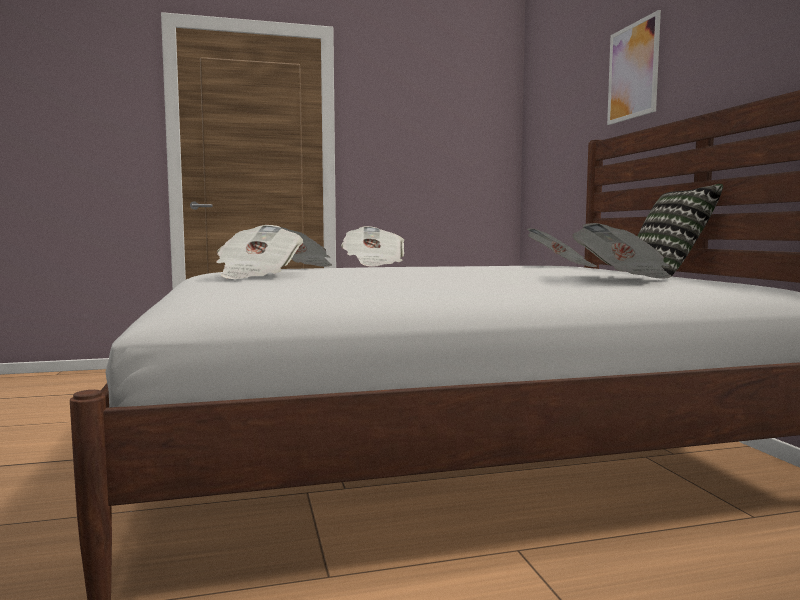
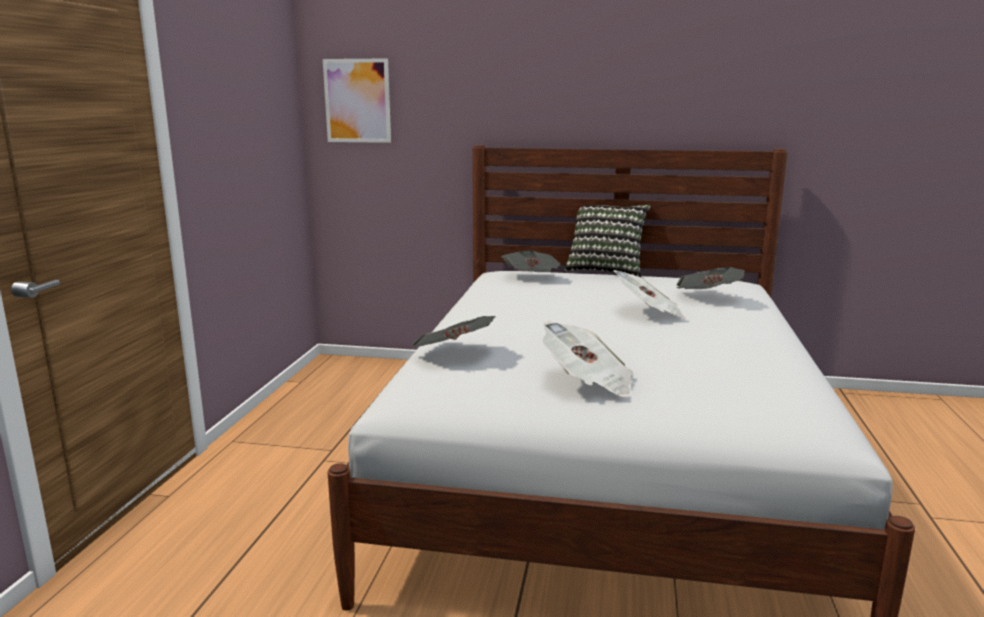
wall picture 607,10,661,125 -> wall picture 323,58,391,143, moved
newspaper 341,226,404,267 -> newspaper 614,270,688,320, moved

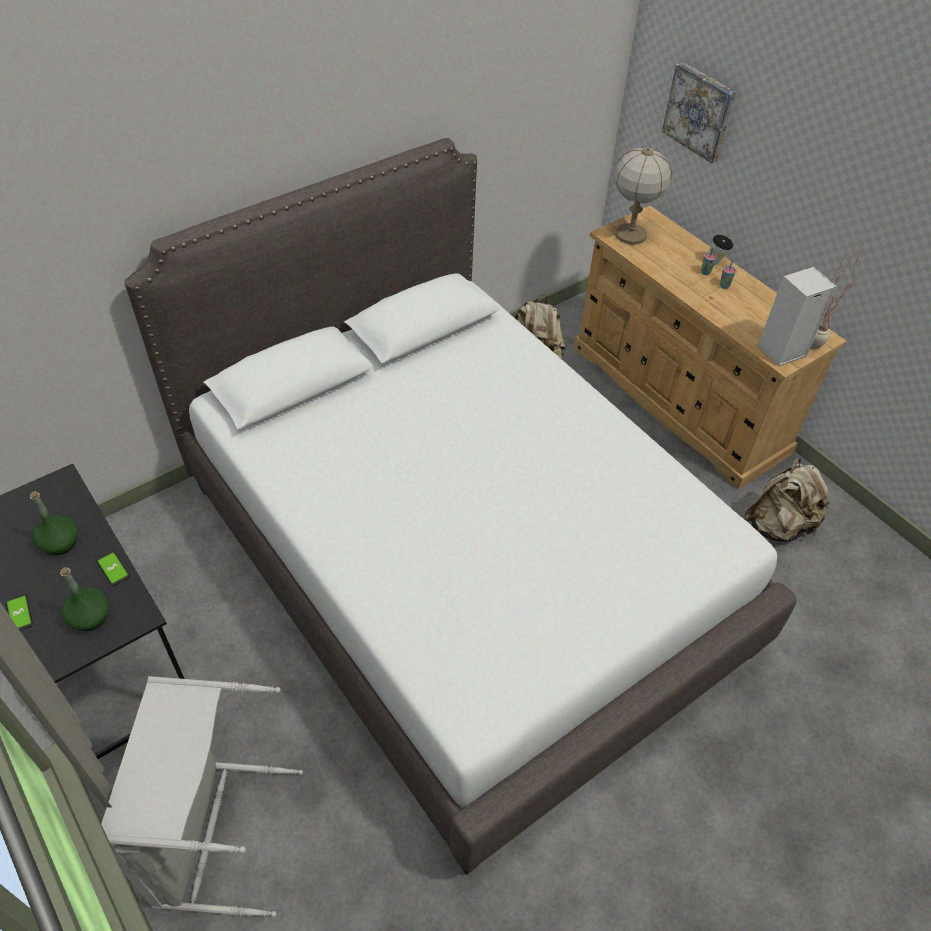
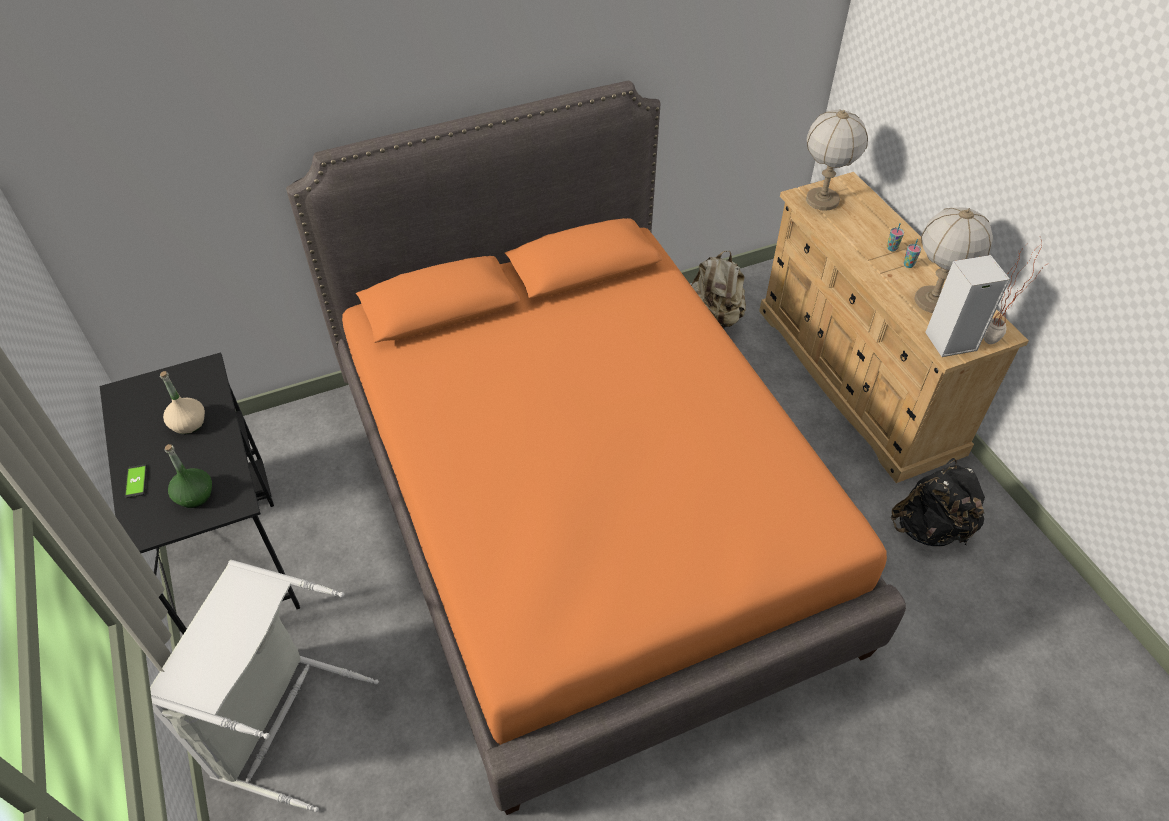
beverage bottle (greenish) 30,491,78,556 -> beverage bottle (beige) 160,371,205,435
sleeping bed (white-coloured) 124,138,796,875 -> sleeping bed (orange) 286,81,906,815
rucksack (beige) 744,458,831,542 -> rucksack (black-coloured) 891,458,986,546
none -> lamp for a table 914,207,993,313
telephone 96,551,130,586 -> none
wall picture 662,62,736,163 -> none
small cup 708,235,733,265 -> none

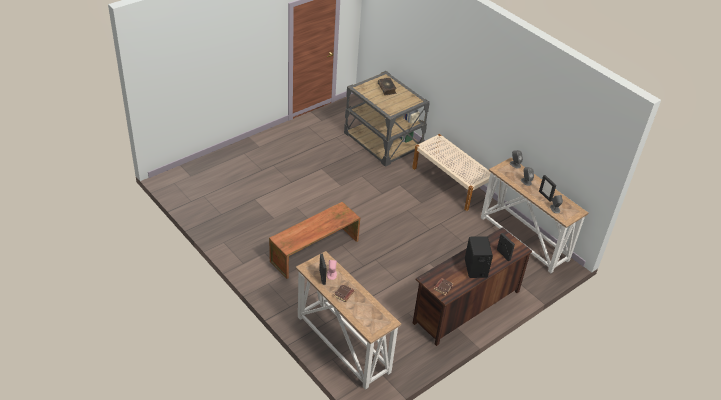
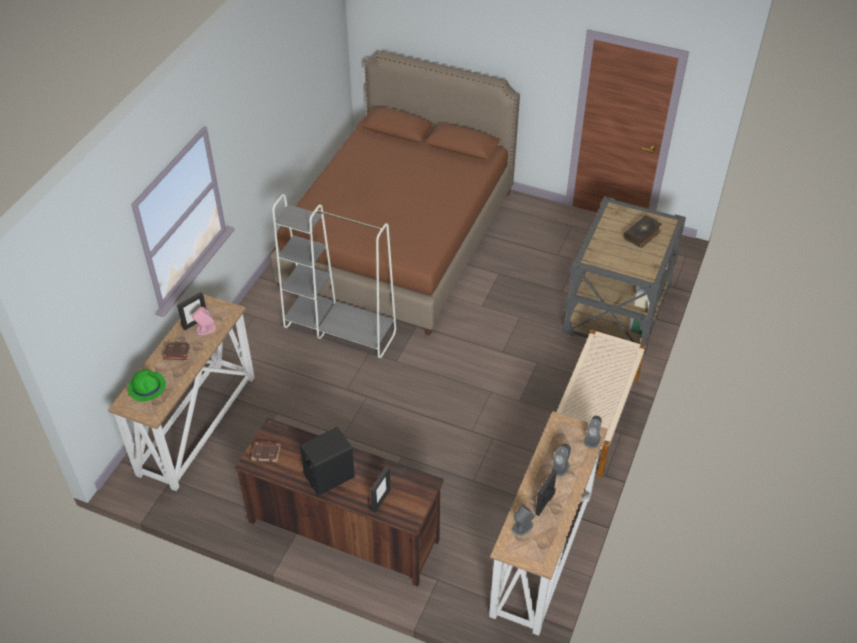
none -> wearable hat (greenish) 128,369,166,402
none -> sleeping bed (brown) 270,51,520,336
indoor bench (brown) 269,202,360,279 -> clothes rack (greyish) 272,194,396,358

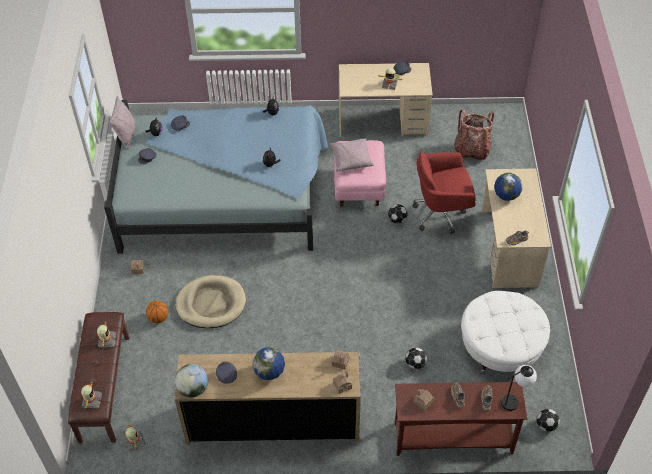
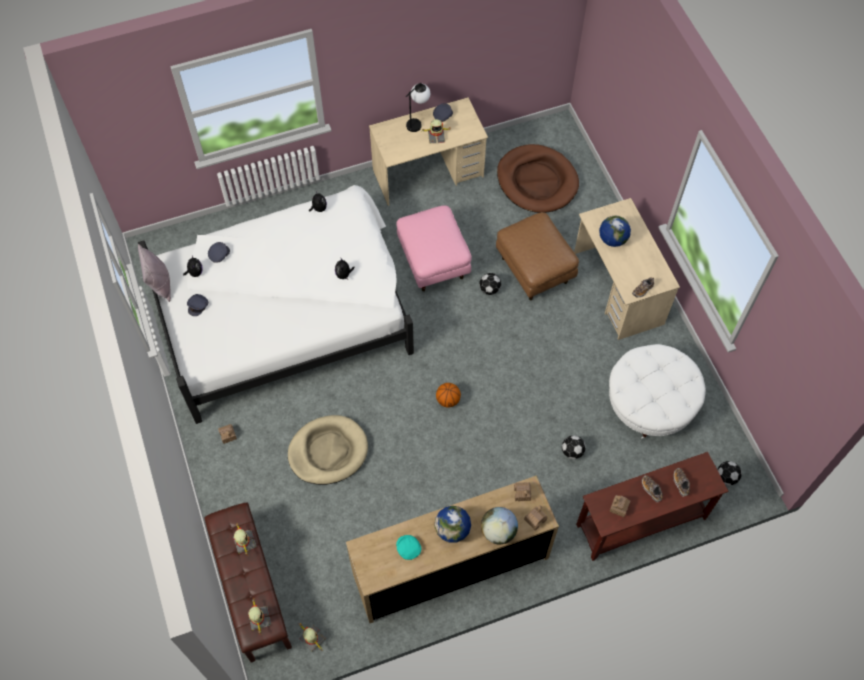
sleeping bed (blue) 104,100,328,254 -> sleeping bed (white-coloured) 138,185,414,424
peaked cap (greyish) 216,362,237,384 -> peaked cap (turquoise-coloured) 396,535,422,560
lamp for a table 501,365,537,411 -> lamp for a table 406,82,430,132, moved
basketball ball 146,301,168,323 -> basketball ball 436,383,461,408, moved
globe 175,364,208,397 -> globe 481,507,518,545, moved
computer chair (reddish) 412,151,476,234 -> ottoman (brown) 496,212,579,300
rucksack 454,109,494,160 -> pet bed (brown) 497,144,579,213
pillow (purple-coloured) 330,138,374,172 -> none

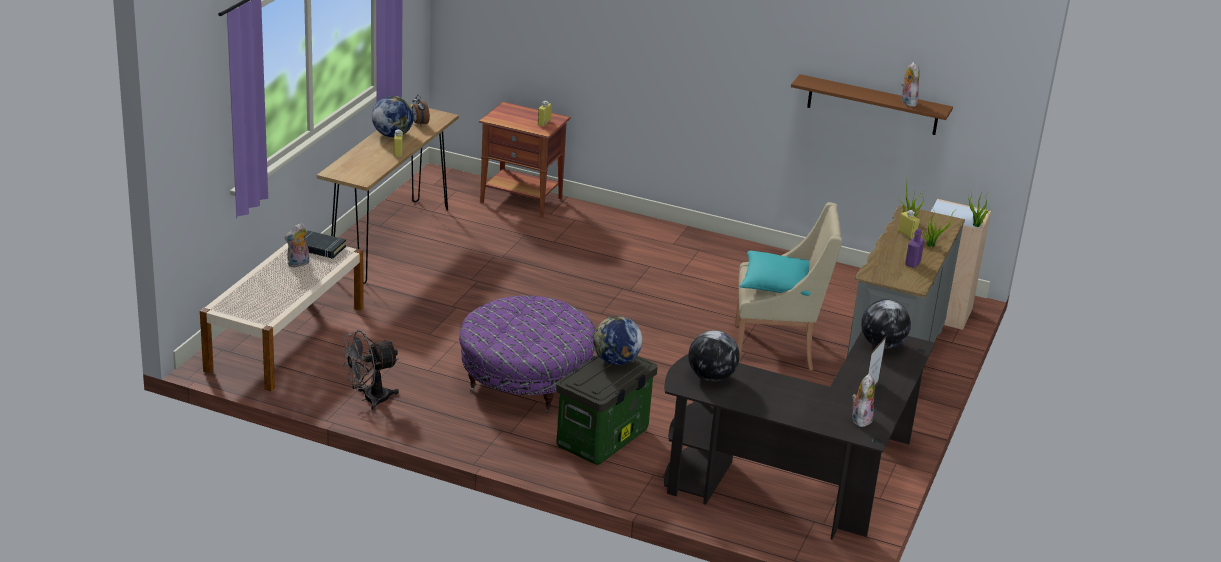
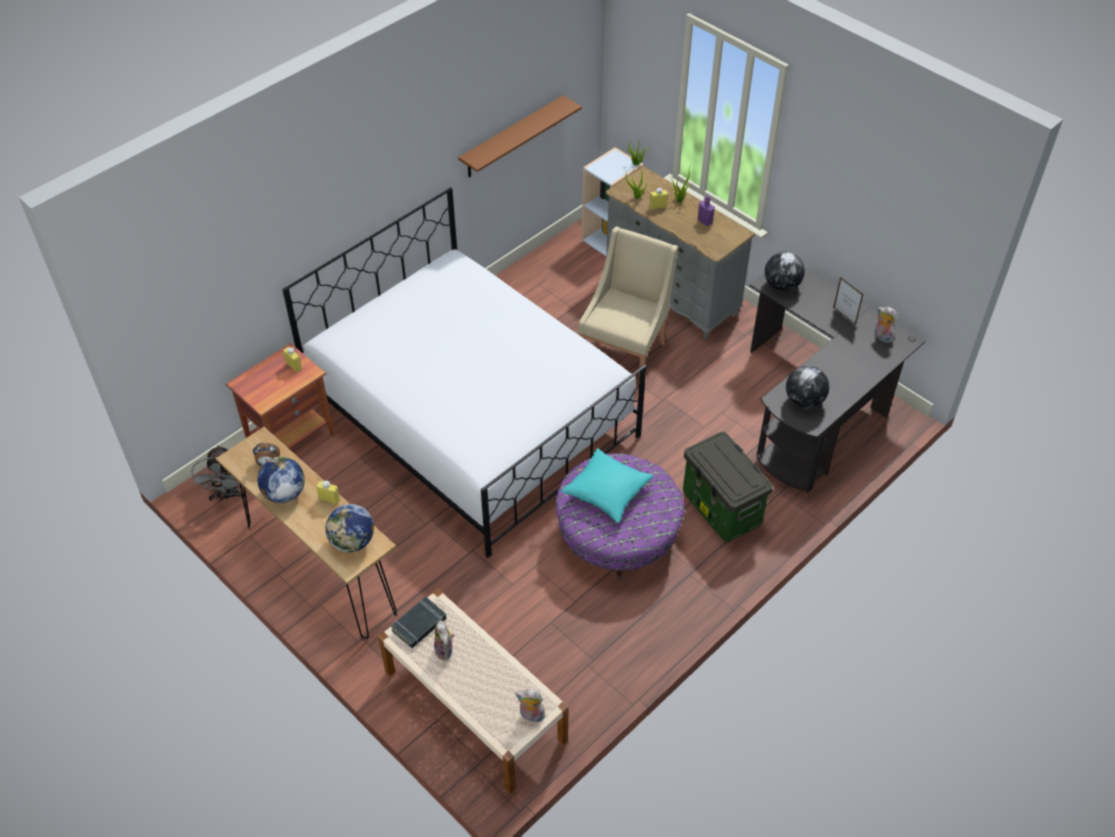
electric fan (greyish) 341,330,399,411 -> electric fan (greyish) 191,445,245,501, moved
none -> sleeping bed (white-coloured) 282,187,646,558
globe 593,316,642,365 -> globe 325,504,374,552, moved
cuddly toy 901,62,919,107 -> cuddly toy 515,689,545,722, moved
pillow (turquoise-coloured) 739,251,811,296 -> pillow (turquoise-coloured) 561,448,653,523, moved

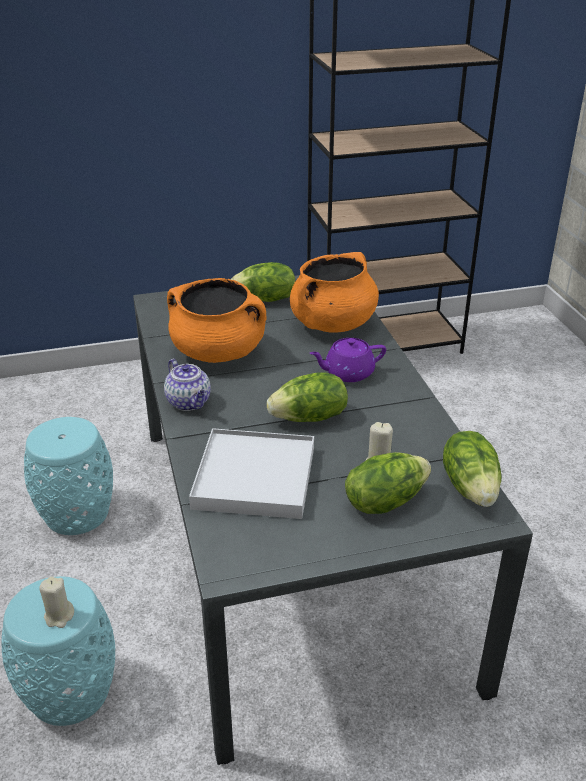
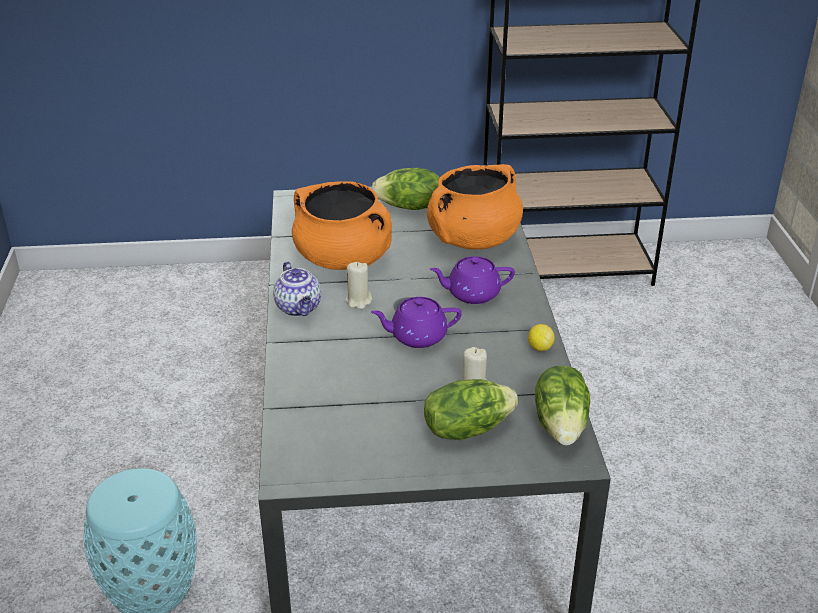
candle (beige) 40,576,74,628 -> candle (beige) 345,262,372,309, moved
lettuce head 267,372,348,422 -> tea pot (purple-coloured) 371,297,462,348
none -> lemon 528,324,555,351
stool seat (turquoise-coloured) 24,417,113,535 -> none
serving tray (white-coloured) 189,428,314,519 -> none

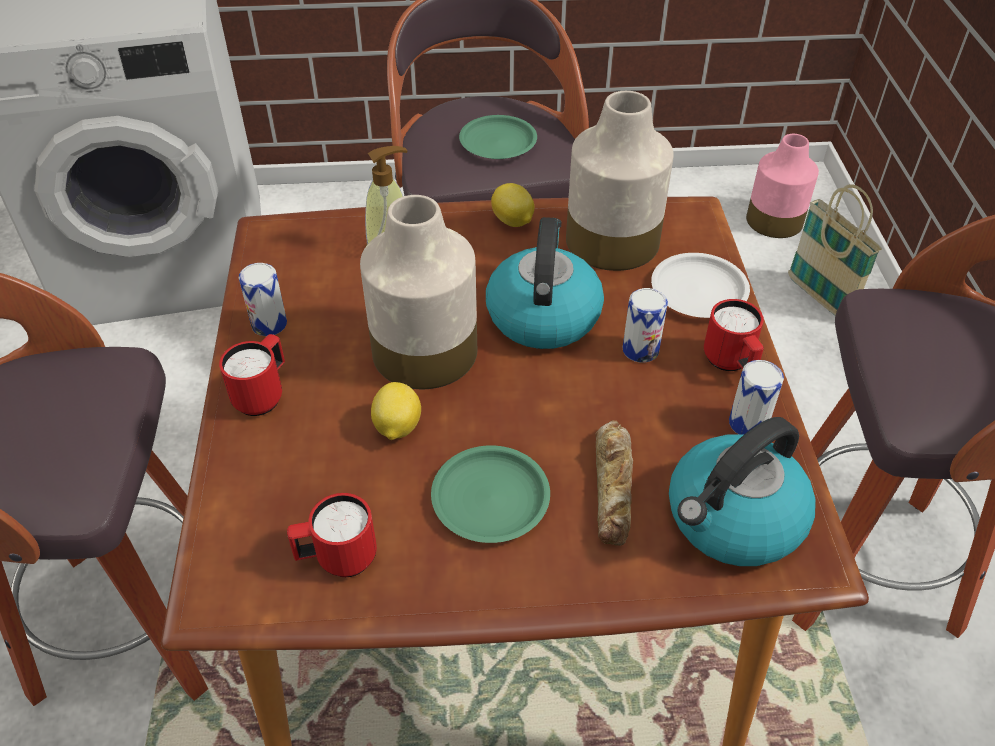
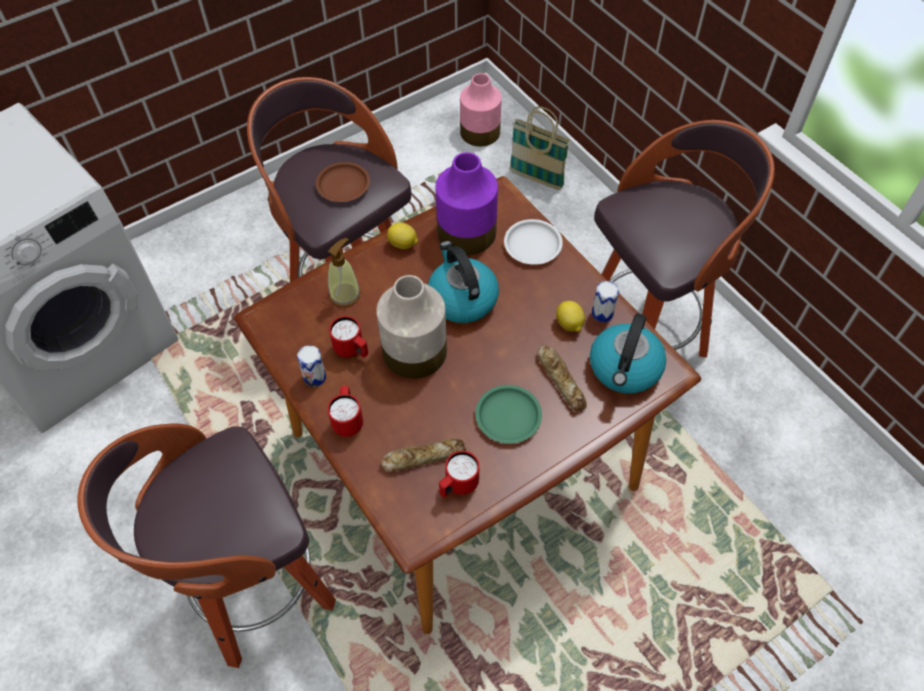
flat dish (greenish) 459,115,537,159 -> flat dish (brown) 316,162,370,202
tea mug (reddish) 704,299,764,371 -> tea mug (reddish) 329,316,368,358, moved
none -> baked bread 380,439,466,472
vase (beige) 566,91,674,271 -> vase (purple-coloured) 436,152,498,255
lemon 371,382,421,440 -> lemon 556,301,585,332, moved
metal can 623,288,668,363 -> none

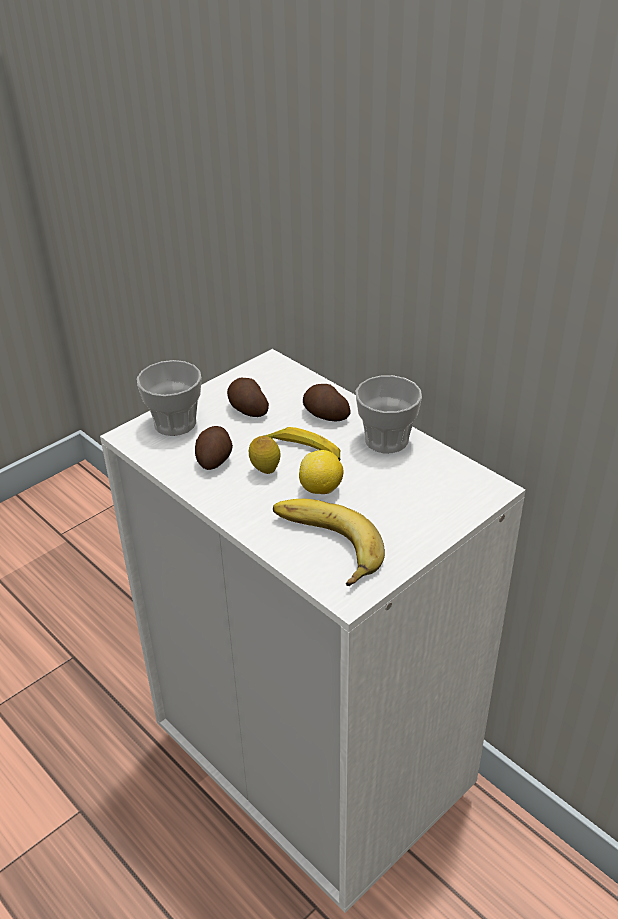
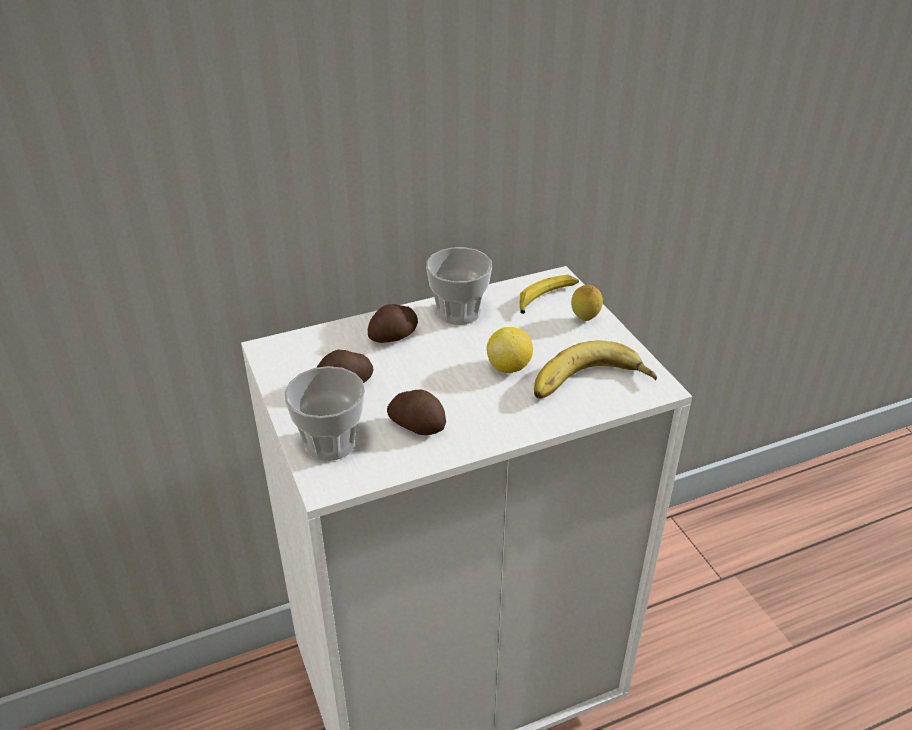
banana 264,427,341,461 -> banana 520,275,579,314, moved
lemon 249,436,281,474 -> lemon 571,285,603,321, moved

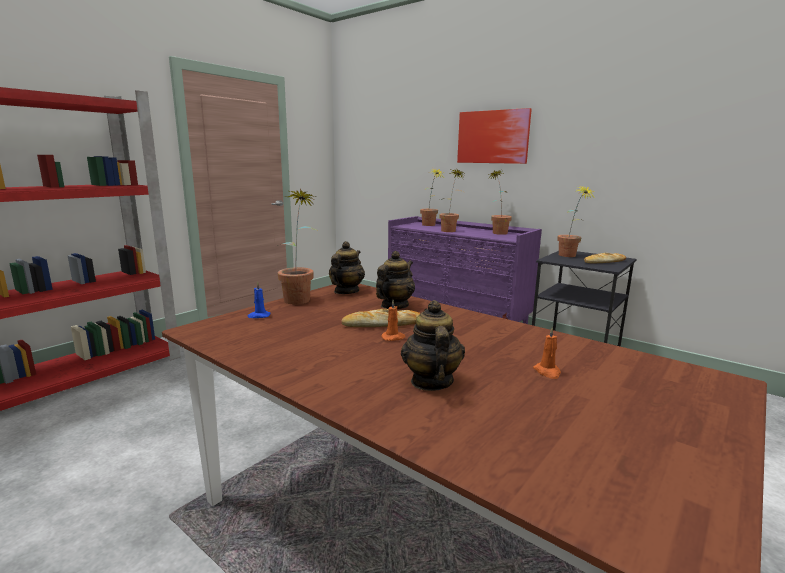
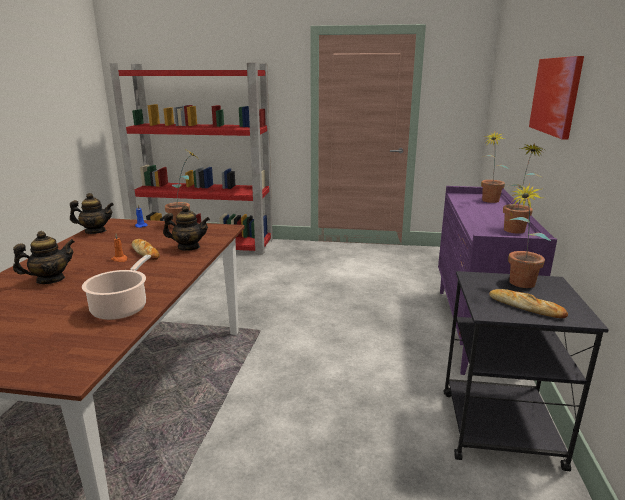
tea pot 329,241,365,294 -> tea pot 70,193,114,234, moved
none -> saucepot 82,255,151,320
potted plant 439,170,464,232 -> none
candle (orange) 533,327,561,379 -> none

